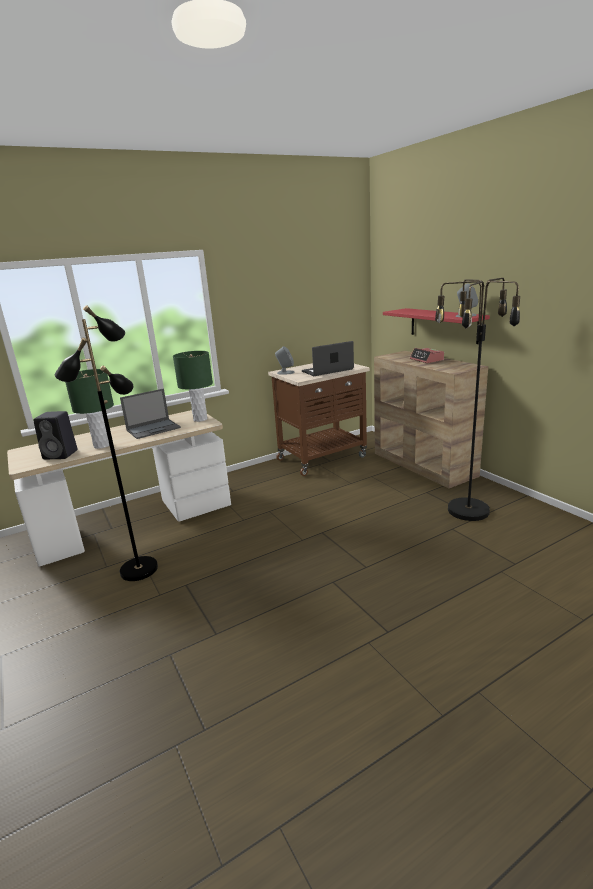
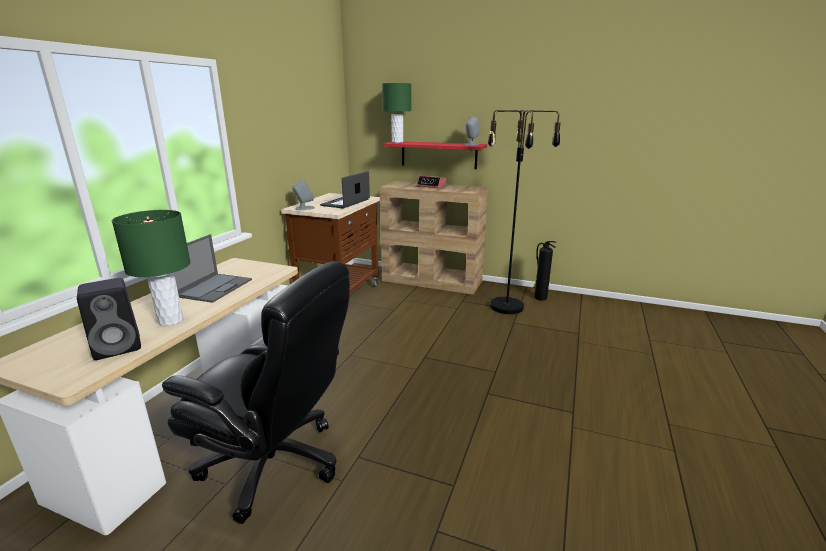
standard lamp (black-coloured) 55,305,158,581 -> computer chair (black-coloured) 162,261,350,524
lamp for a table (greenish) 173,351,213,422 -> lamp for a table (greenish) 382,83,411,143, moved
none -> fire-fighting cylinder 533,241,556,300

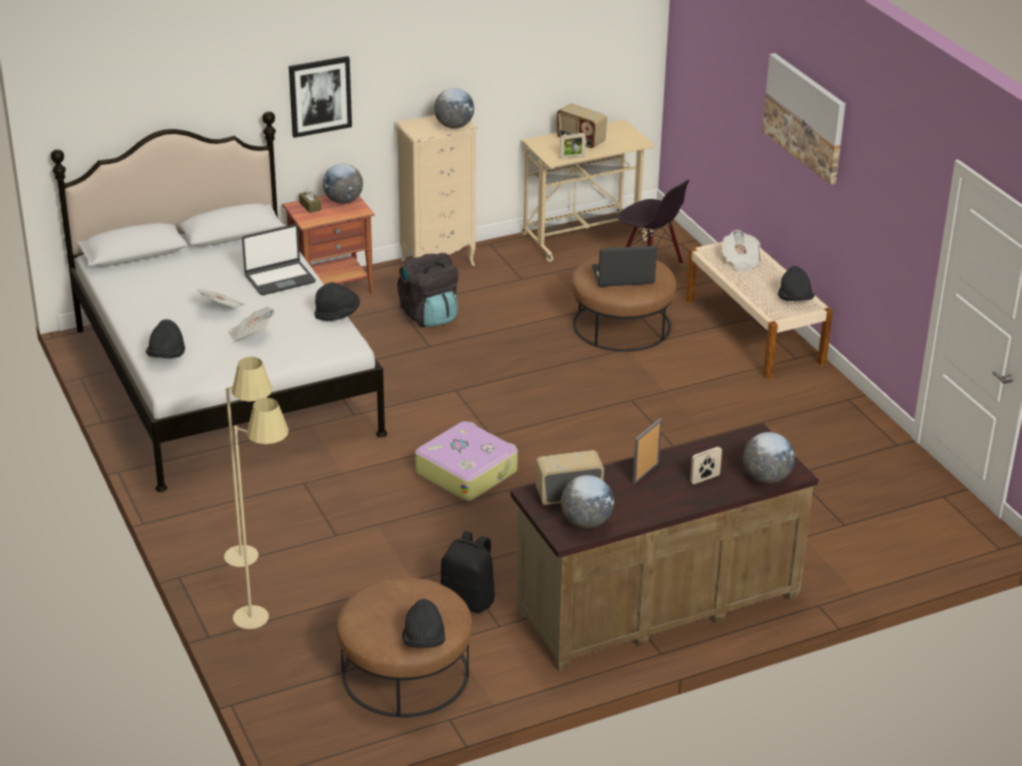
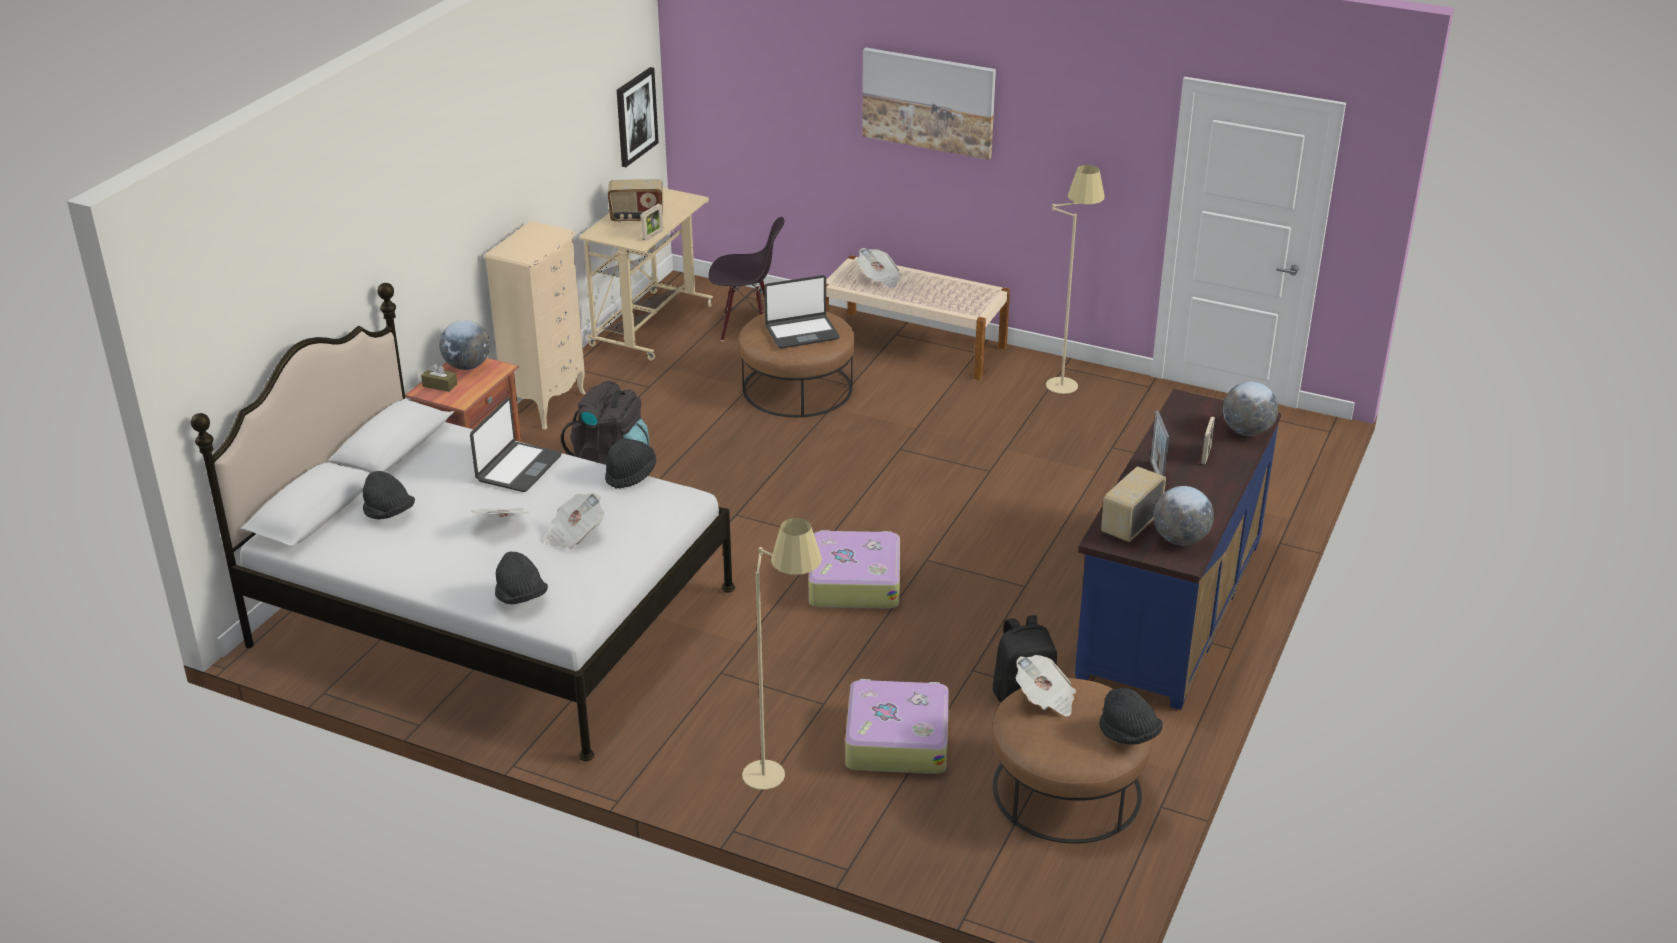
wearable hat (black-coloured) 778,266,815,301 -> wearable hat (black-coloured) 363,471,415,520, moved
wall picture 289,56,352,138 -> wall picture 617,67,659,167, moved
laptop 592,246,657,287 -> laptop 764,275,840,349, 150 degrees counterclockwise
none -> piece of luggage 845,679,949,774
none -> newspaper 1016,655,1076,716
standard lamp (beige) 233,398,289,629 -> standard lamp (beige) 1046,165,1105,394, moved
storage cabinet (beige) 511,423,819,671 -> storage cabinet (blue) 1075,389,1281,710
globe 434,88,474,129 -> none

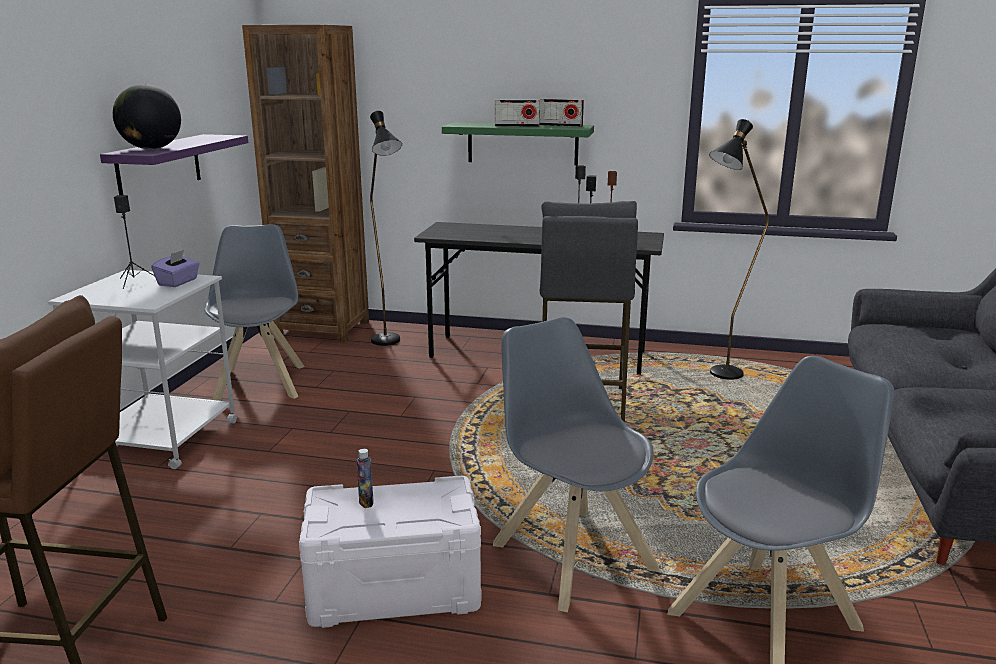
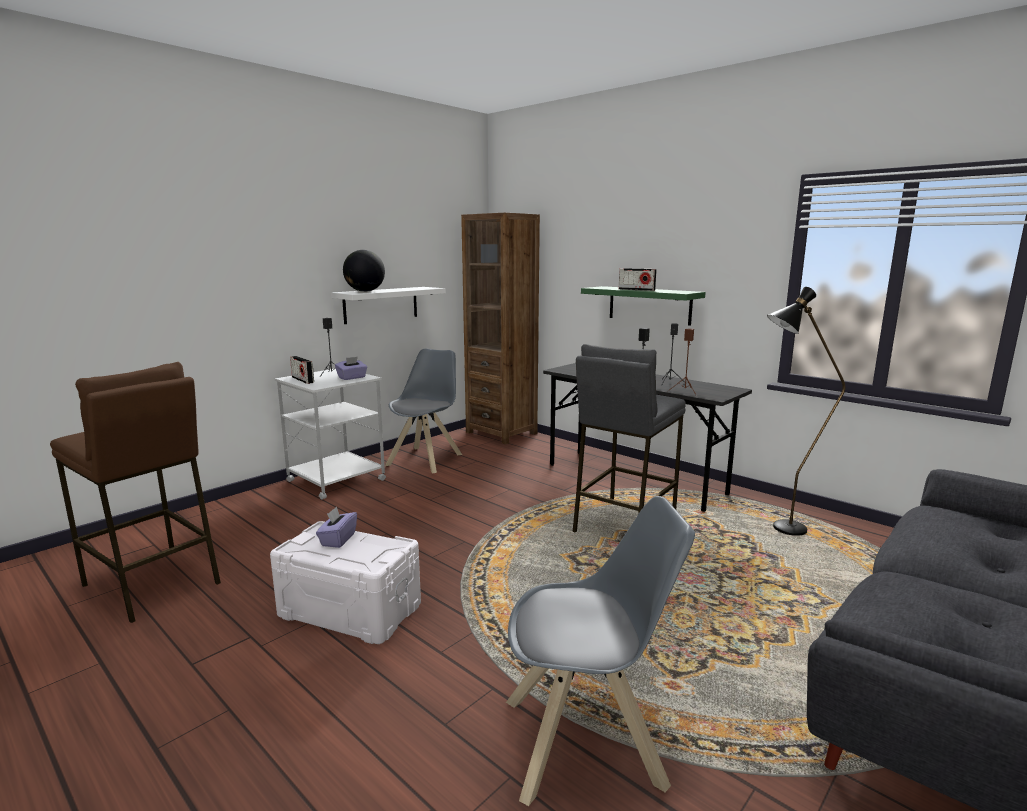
radio receiver 539,99,584,127 -> radio receiver 290,356,314,384, moved
beverage bottle 356,449,374,508 -> tissue box (purple-coloured) 316,506,357,548
shelf (purple-coloured) 100,134,248,195 -> shelf (white-coloured) 331,287,446,324
standard lamp (black-coloured) 370,111,402,346 -> none
chair (greyish) 493,317,660,612 -> none

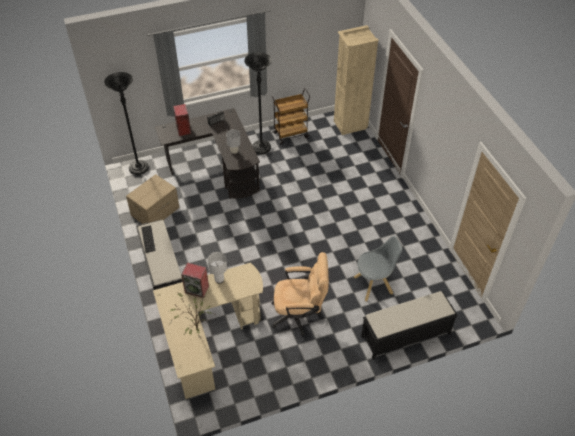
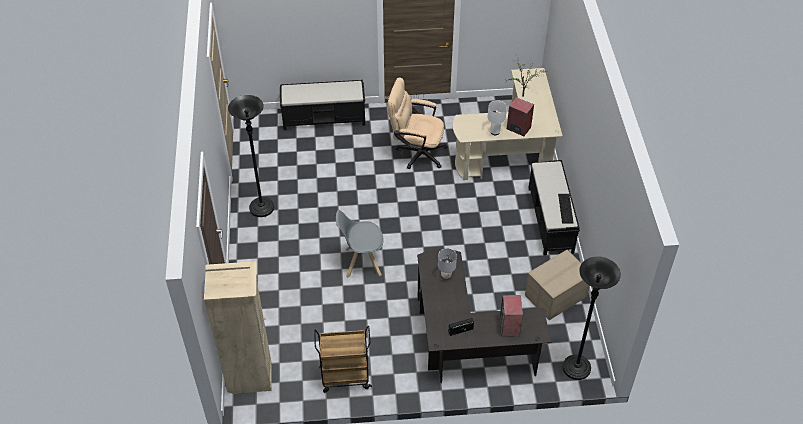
standard lamp (black-coloured) 244,52,272,154 -> standard lamp (black-coloured) 228,95,274,217, moved
chair (greyish) 354,236,403,302 -> chair (greyish) 336,210,384,278, moved

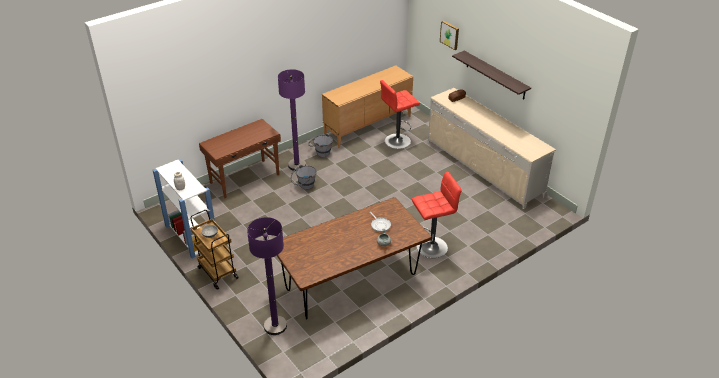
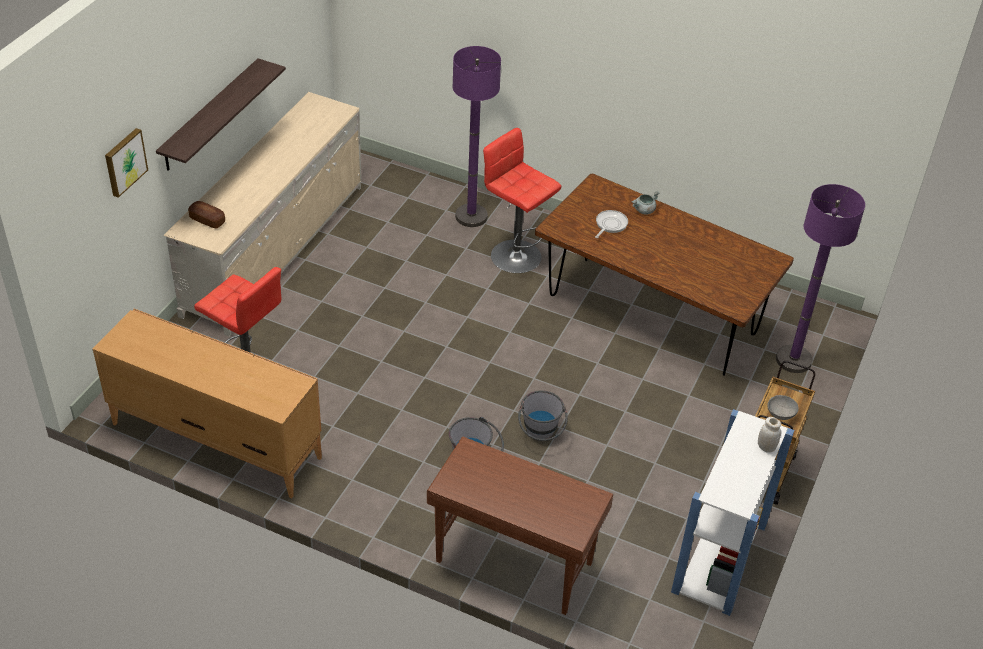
standard lamp (purple-coloured) 278,69,306,171 -> standard lamp (purple-coloured) 452,46,501,227, moved
water bucket (greyish) 308,133,333,157 -> water bucket (greyish) 518,390,568,441, moved

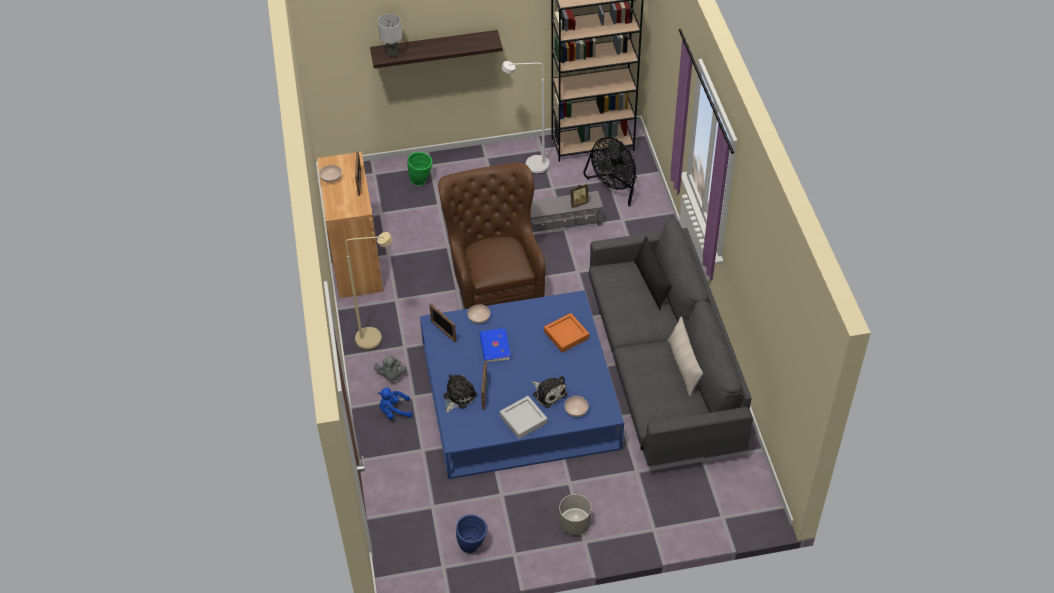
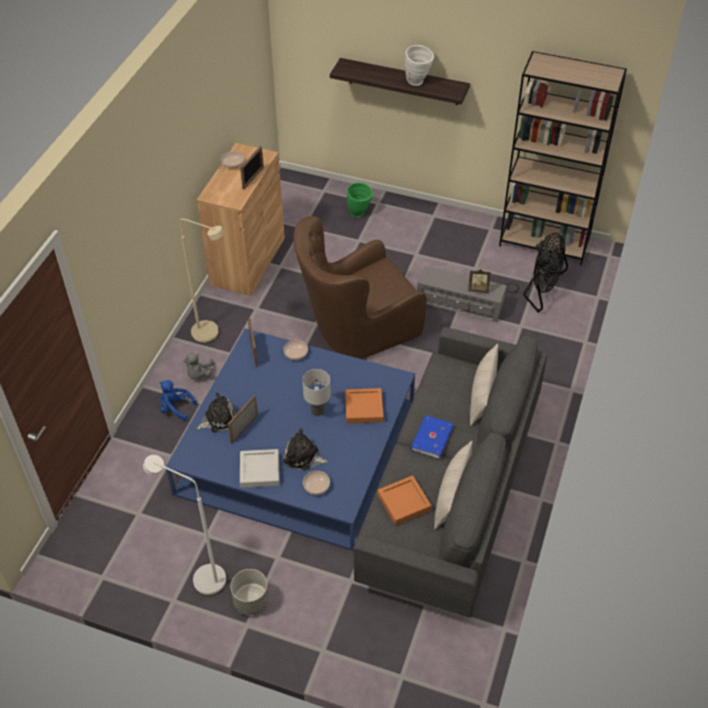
standard lamp (white-coloured) 501,61,549,174 -> standard lamp (white-coloured) 143,455,226,596, moved
cuddly toy 532,376,567,408 -> cuddly toy 283,428,328,471, 120 degrees clockwise
lounge chair (brown) 438,163,546,309 -> lounge chair (brown) 293,216,427,359, 135 degrees counterclockwise
lamp for a table (white-coloured) 378,14,402,57 -> lamp for a table (white-coloured) 302,369,331,416, moved
none -> serving tray (orange) 378,476,432,525
none -> vase (white-coloured) 405,45,434,86
book (blue) 479,328,511,363 -> book (blue) 411,415,453,459, moved
pillow (black-coloured) 634,236,672,310 -> pillow (beige) 470,343,498,426
electric fan (black-coloured) 583,137,637,206 -> electric fan (black-coloured) 506,233,568,313, 135 degrees counterclockwise
vase (blue) 456,514,488,553 -> none

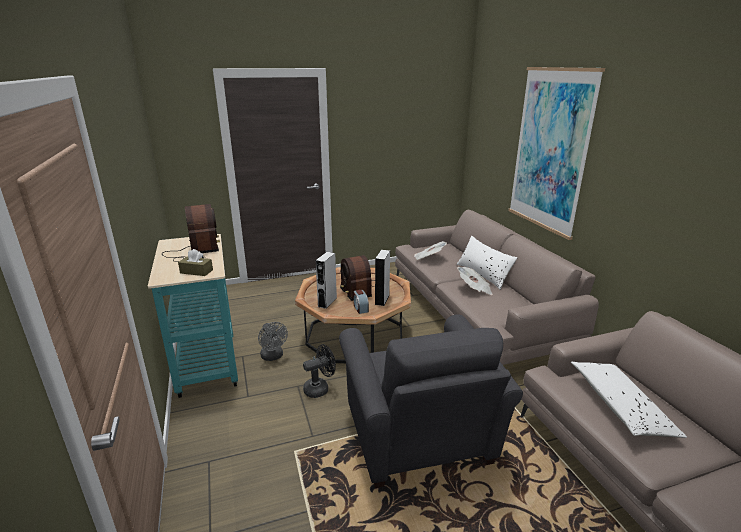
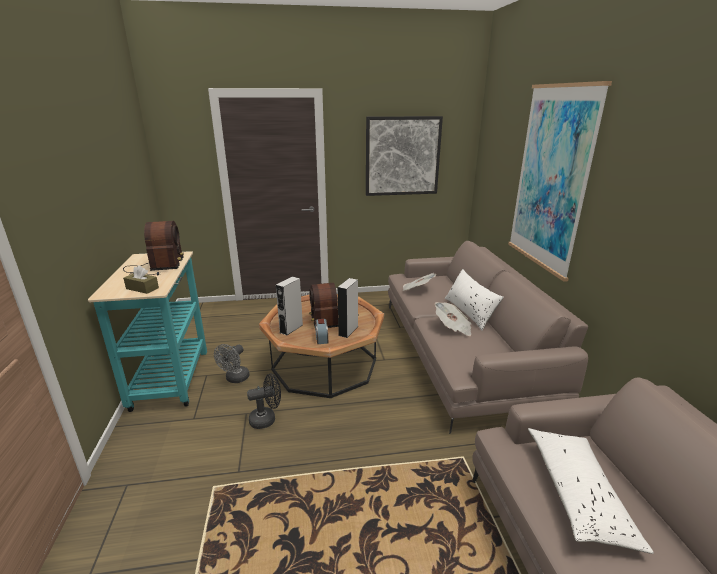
electric fan (greyish) 258,322,288,361 -> electric fan (greyish) 214,344,250,383, 45 degrees clockwise
none -> wall picture 366,116,443,196
lounge chair (greyish) 339,314,523,488 -> none

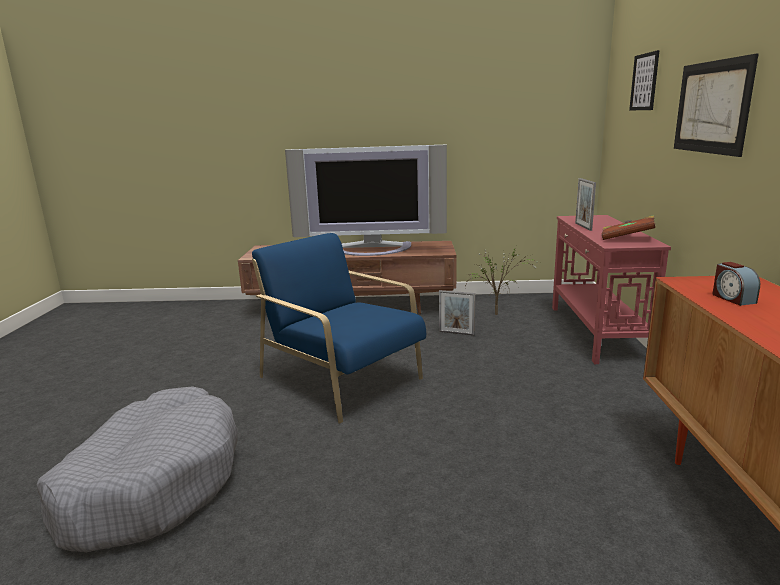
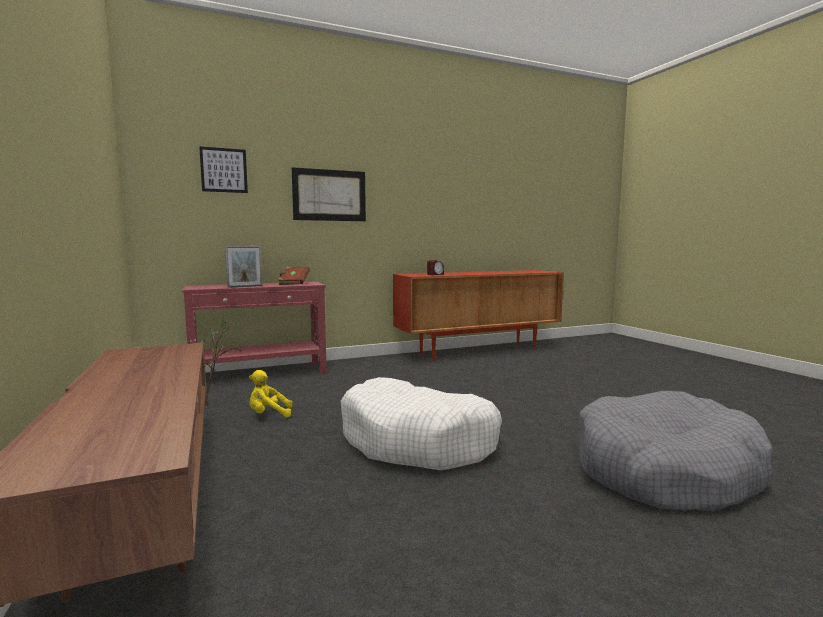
photo frame 439,290,475,336 -> cuddly toy (yellow-coloured) 249,370,293,418
lounge chair (blue) 252,233,426,424 -> pet bed (white-coloured) 341,377,502,470
TV 285,145,447,256 -> none

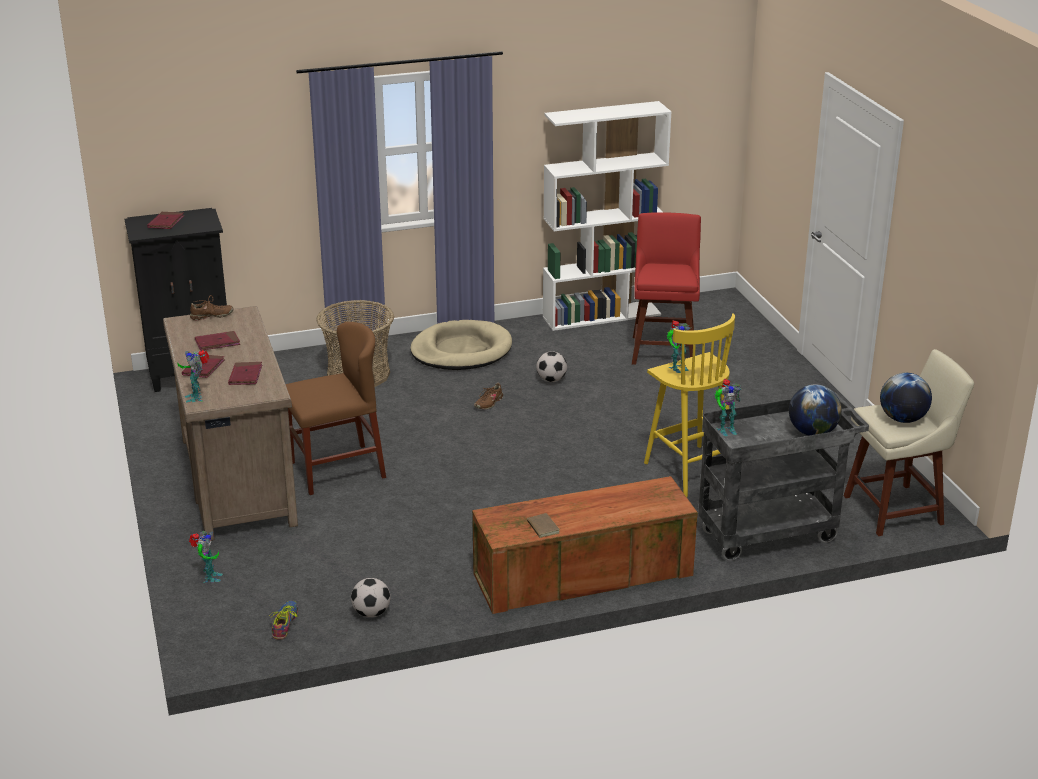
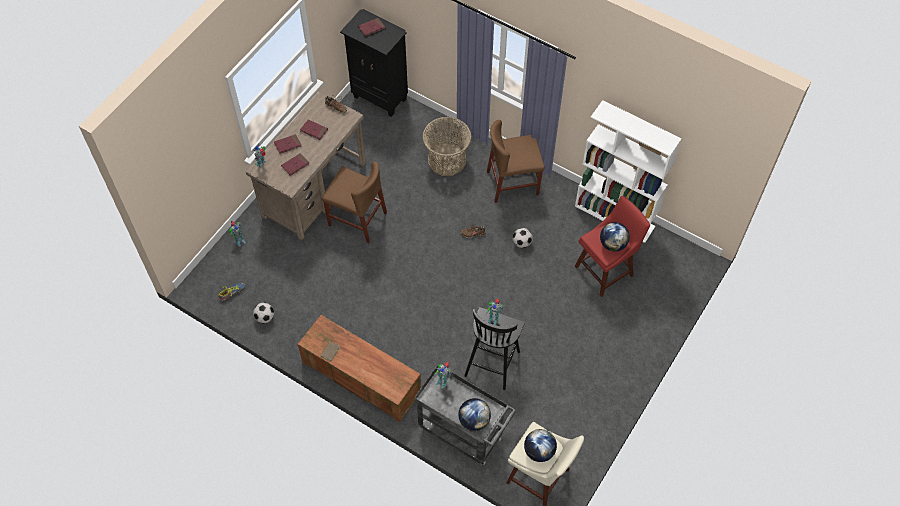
stool seat (yellow-coloured) 644,313,735,497 -> stool seat (black-coloured) 464,307,525,390
pet bed (beige) 410,320,512,370 -> chair (brown) 487,120,545,203
none -> globe 600,222,630,252

